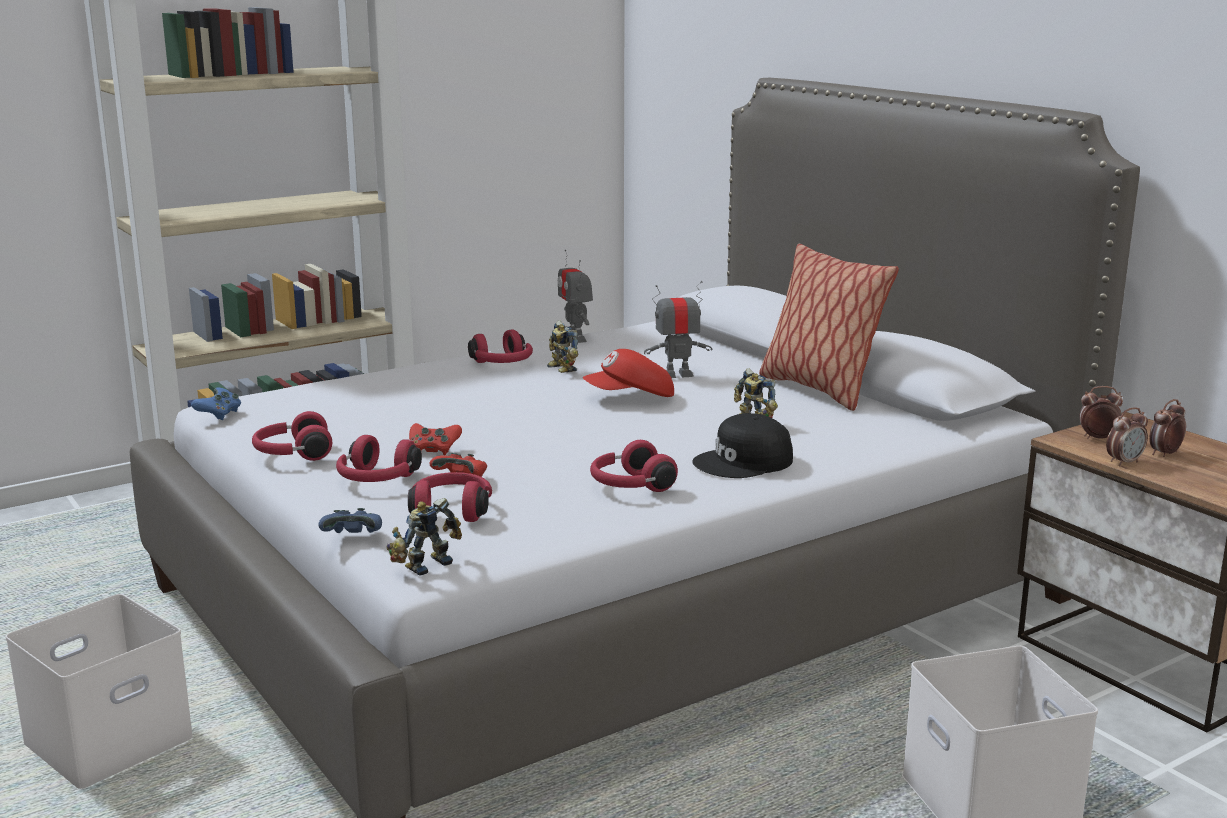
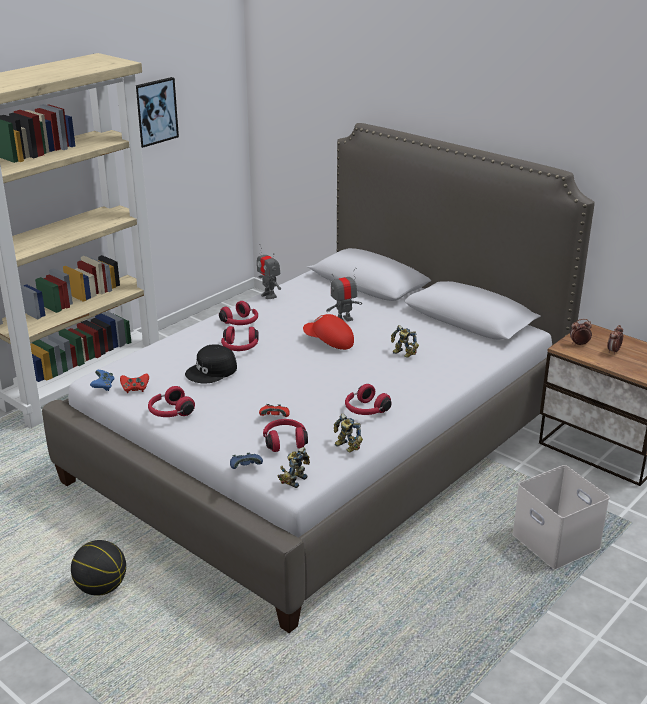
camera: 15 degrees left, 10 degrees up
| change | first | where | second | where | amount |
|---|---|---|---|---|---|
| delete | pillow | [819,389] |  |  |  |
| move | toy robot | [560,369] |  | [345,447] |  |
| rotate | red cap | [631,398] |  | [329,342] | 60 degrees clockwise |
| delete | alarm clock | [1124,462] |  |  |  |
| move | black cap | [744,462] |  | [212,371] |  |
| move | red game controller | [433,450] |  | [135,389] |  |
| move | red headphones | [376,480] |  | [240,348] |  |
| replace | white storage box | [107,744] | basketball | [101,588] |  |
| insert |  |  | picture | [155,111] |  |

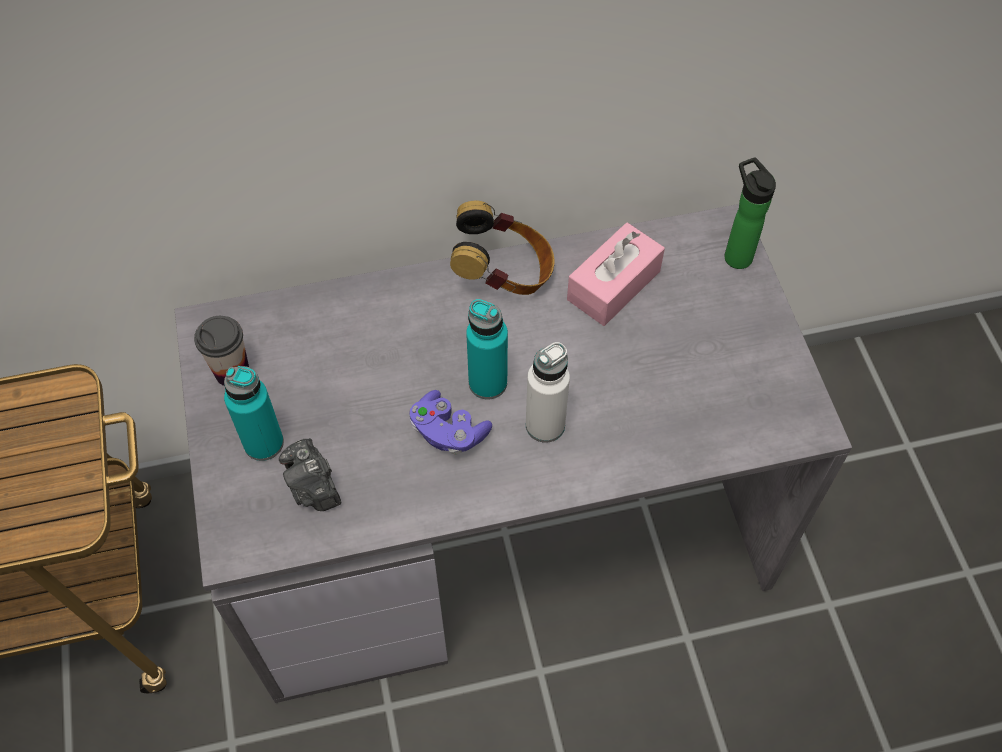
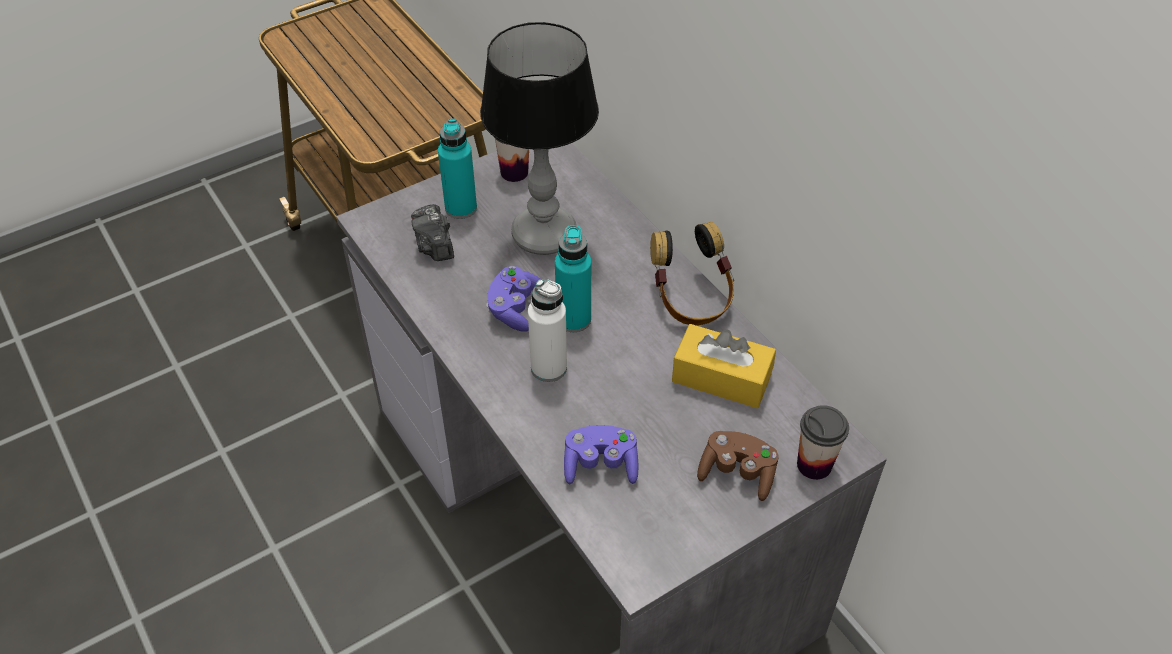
camera: 70 degrees right, 10 degrees down
| change | first | where | second | where | amount |
|---|---|---|---|---|---|
| replace | bottle | [735,254] | cup | [814,465] |  |
| recolor | pink tissue box | [613,285] | yellow tissue box | [721,378] |  |
| rotate | photo camera | [313,487] |  | [434,246] | 60 degrees counterclockwise |
| insert |  |  | table lamp | [545,236] |  |
| insert |  |  | purple game controller | [600,465] |  |
| insert |  |  | brown game controller | [737,473] |  |

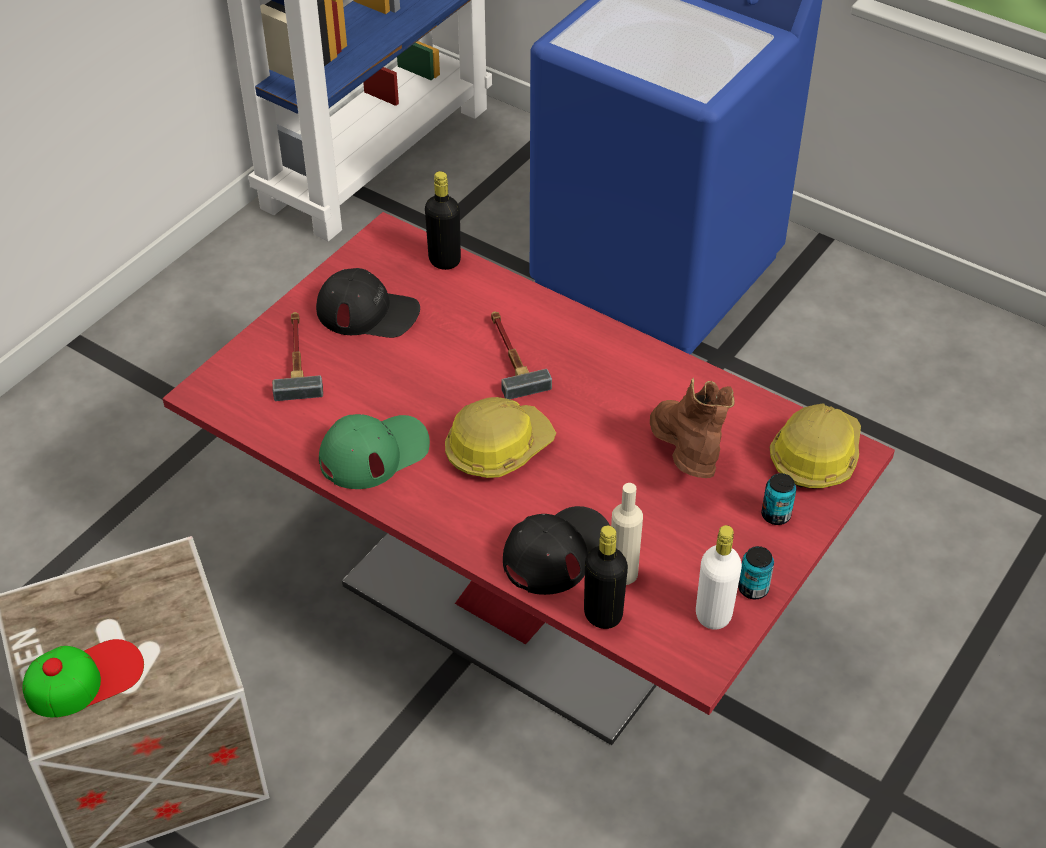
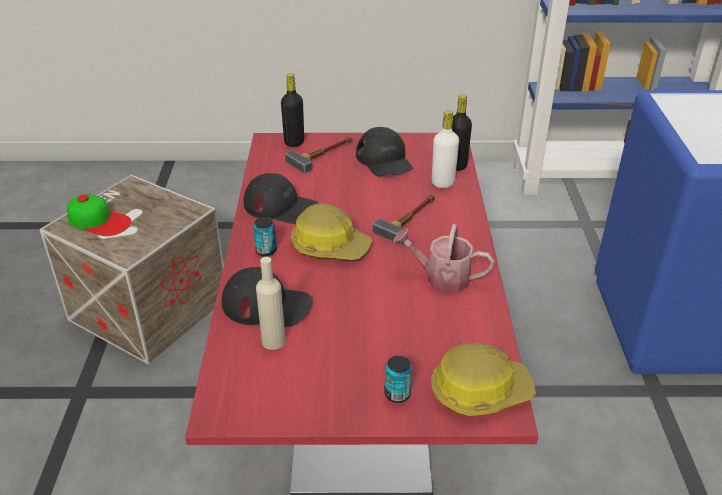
camera: 55 degrees right, 10 degrees down
| change | first | where | second | where | amount |
|---|---|---|---|---|---|
| delete | brown boot | [686,459] |  |  |  |
| recolor | green cap | [374,452] | black cap | [280,206] |  |
| move | white bottle | [713,615] |  | [443,183] |  |
| move | black bottle | [603,615] |  | [294,142] |  |
| move | can | [753,588] |  | [266,251] |  |
| insert |  |  | watering can | [441,278] |  |

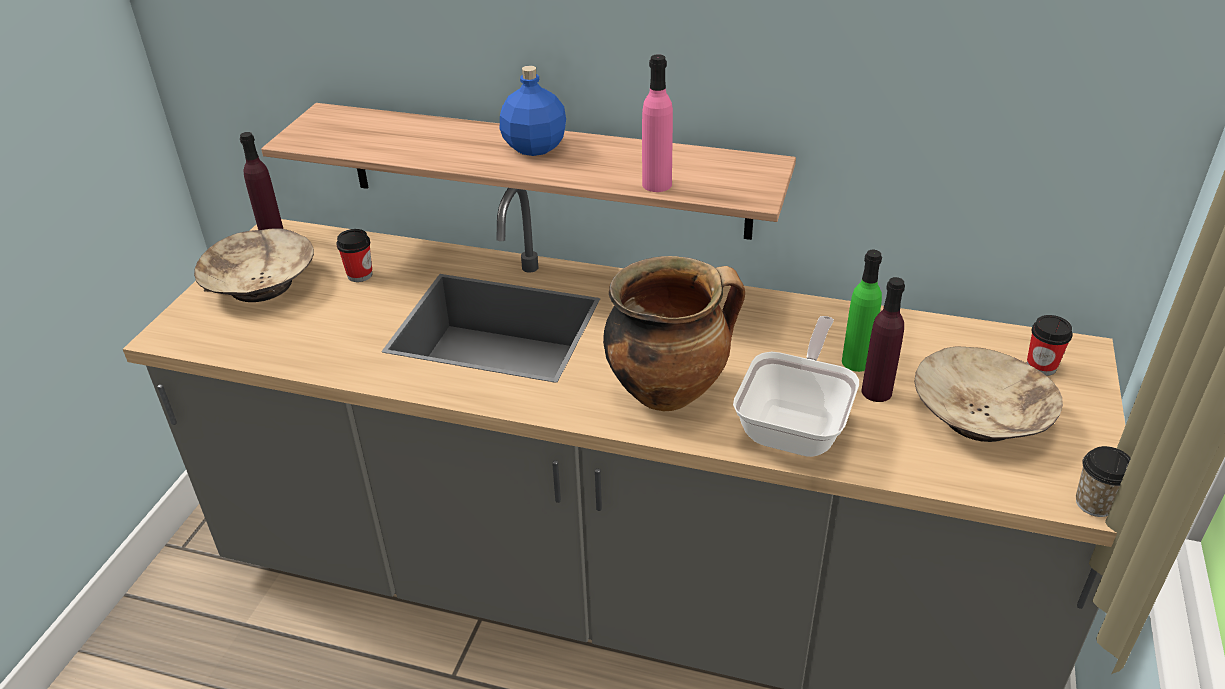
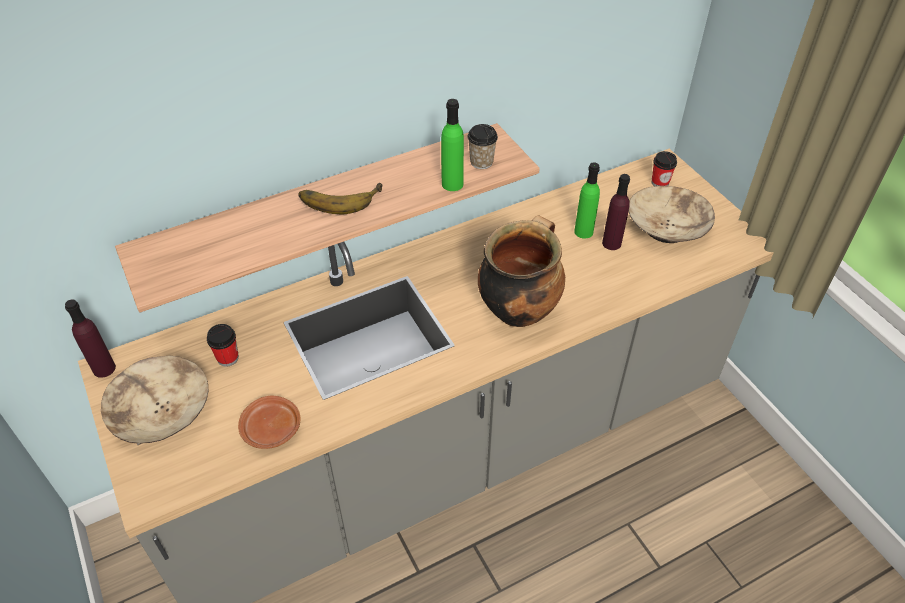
camera: 45 degrees left, 10 degrees up
| change | first | where | second | where | amount |
|---|---|---|---|---|---|
| recolor | pink bottle | [657,184] | green bottle | [452,184] |  |
| replace | blue bottle | [534,147] | banana | [339,197] |  |
| delete | frying pan | [797,424] |  |  |  |
| move | cup | [1094,503] |  | [481,162] |  |
| insert |  |  | brown plate | [271,429] |  |

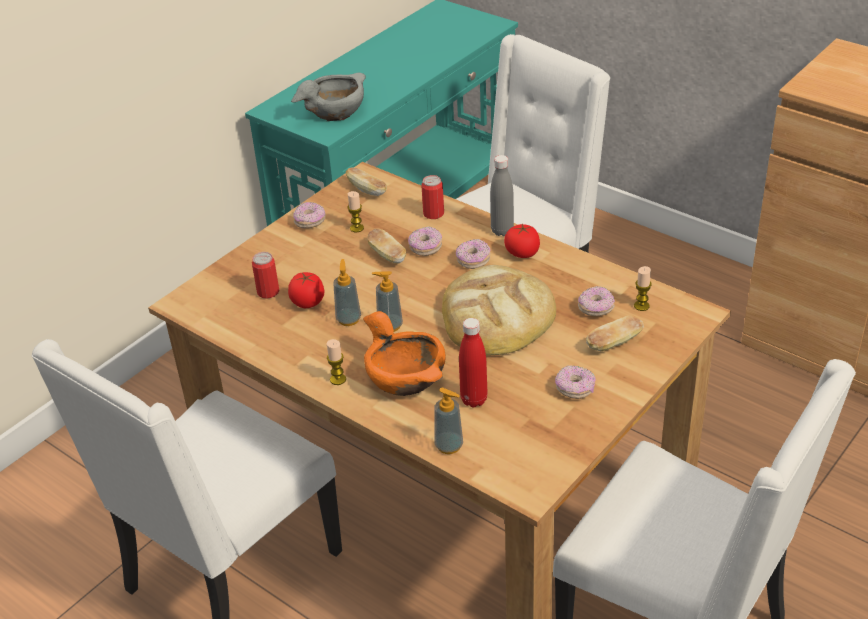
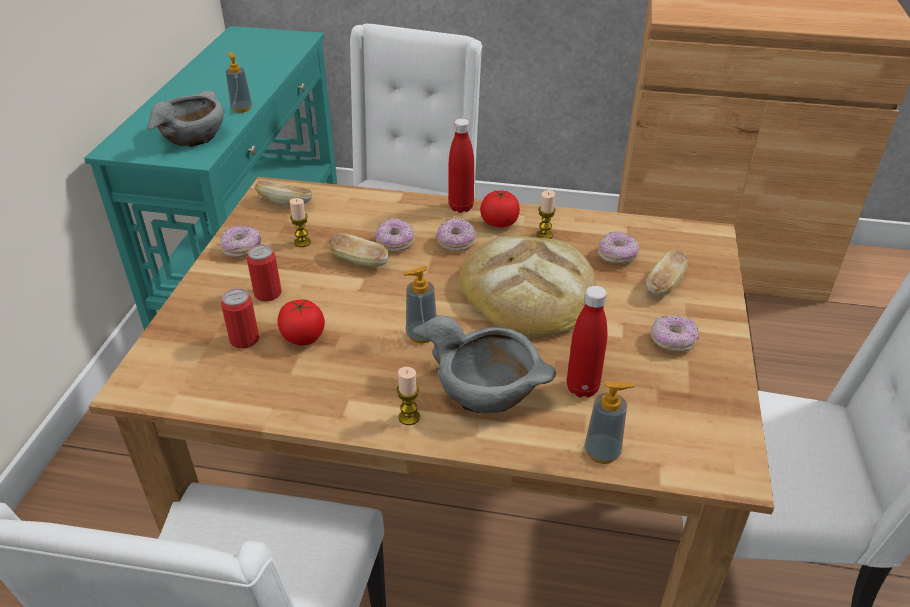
camera: 30 degrees left, 0 degrees up
| change | first | where | second | where | amount |
|---|---|---|---|---|---|
| recolor | grey bottle | [502,231] | red bottle | [461,207] |  |
| move | can | [433,214] |  | [268,293] |  |
| move | soap dispenser | [348,319] |  | [241,108] |  |
| move | candle | [641,306] |  | [544,235] |  |
| recolor | orange bowl | [406,378] | grey bowl | [488,388] |  |

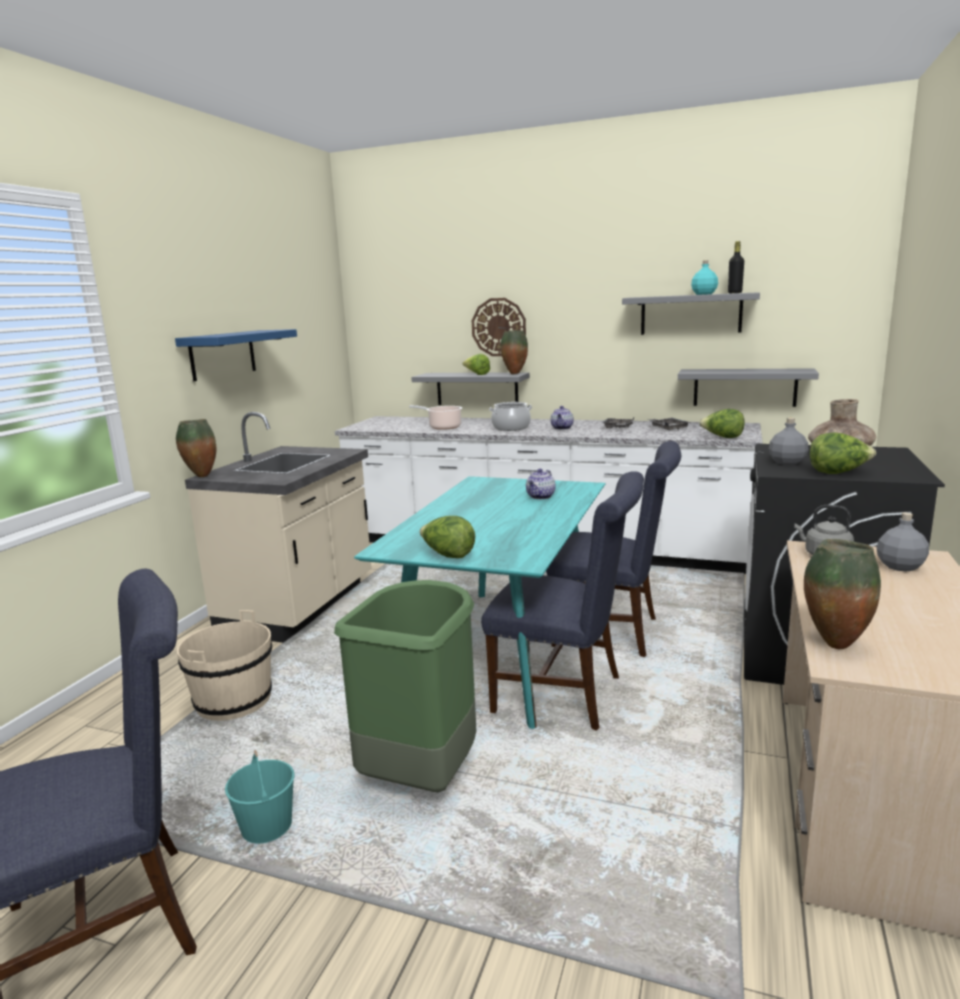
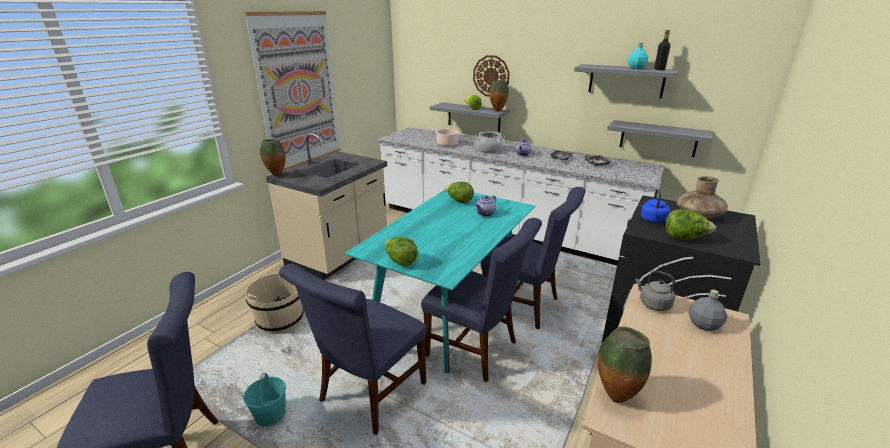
camera: 10 degrees right, 10 degrees up
| change | first | where | second | where | amount |
|---|---|---|---|---|---|
| replace | blue shelf | [222,354] | picture | [298,91] |  |
| move | lettuce | [722,437] |  | [459,201] |  |
| replace | grey bottle | [787,462] | blue kettle | [653,220] |  |
| replace | green trash can | [421,776] | blue chair | [368,396] |  |

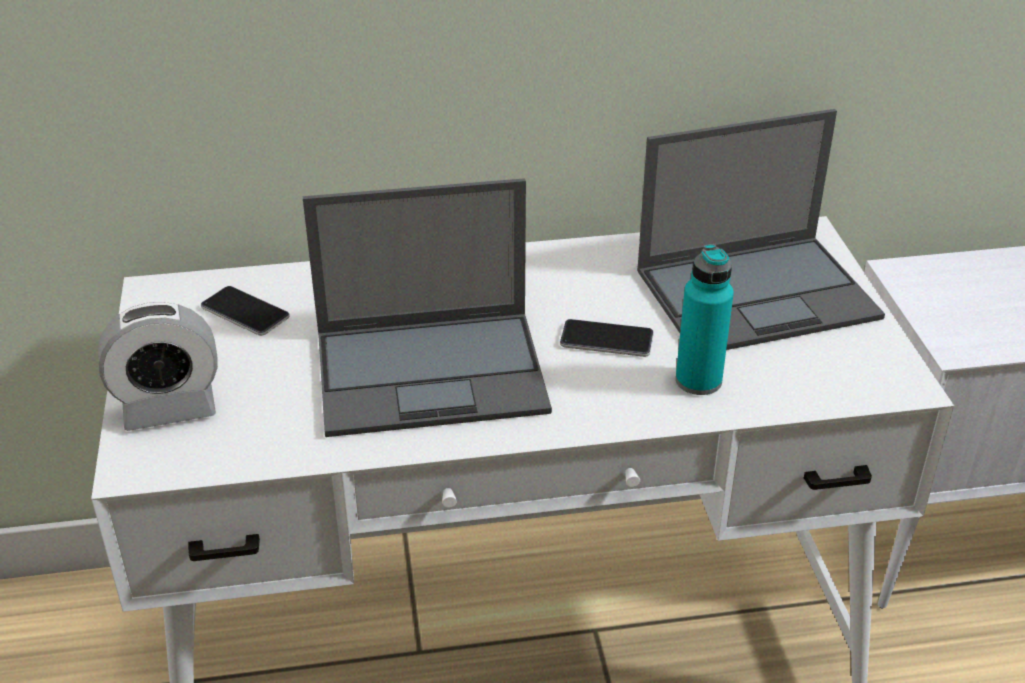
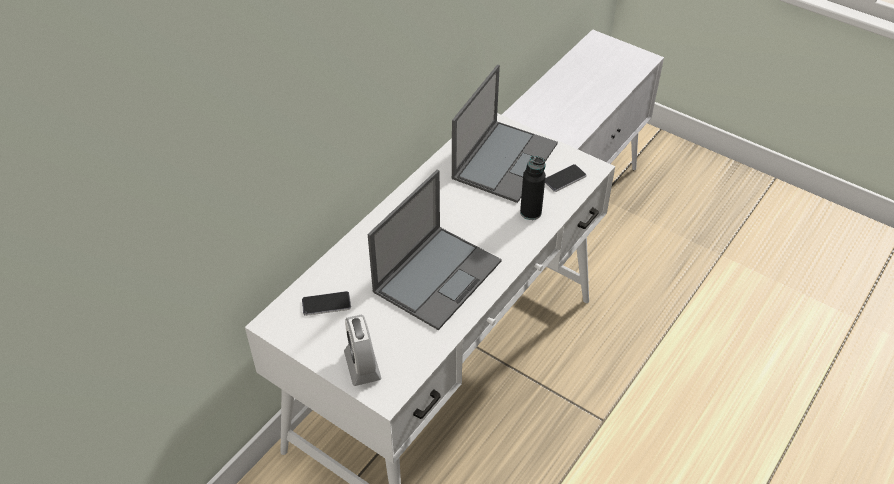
camera: 45 degrees left, 10 degrees up
| change | first | where | second | where | amount |
|---|---|---|---|---|---|
| recolor | turquoise bottle | [698,381] | black bottle | [530,212] |  |
| rotate | alarm clock | [169,409] |  | [362,365] | 135 degrees clockwise |
| move | phone | [606,340] |  | [564,178] |  |

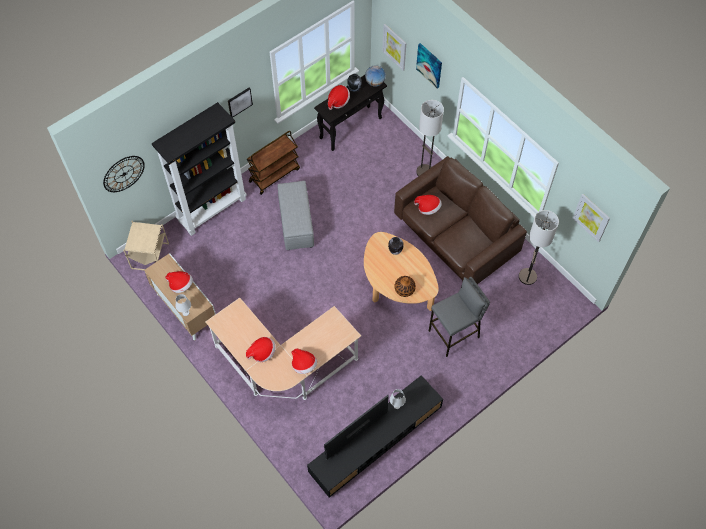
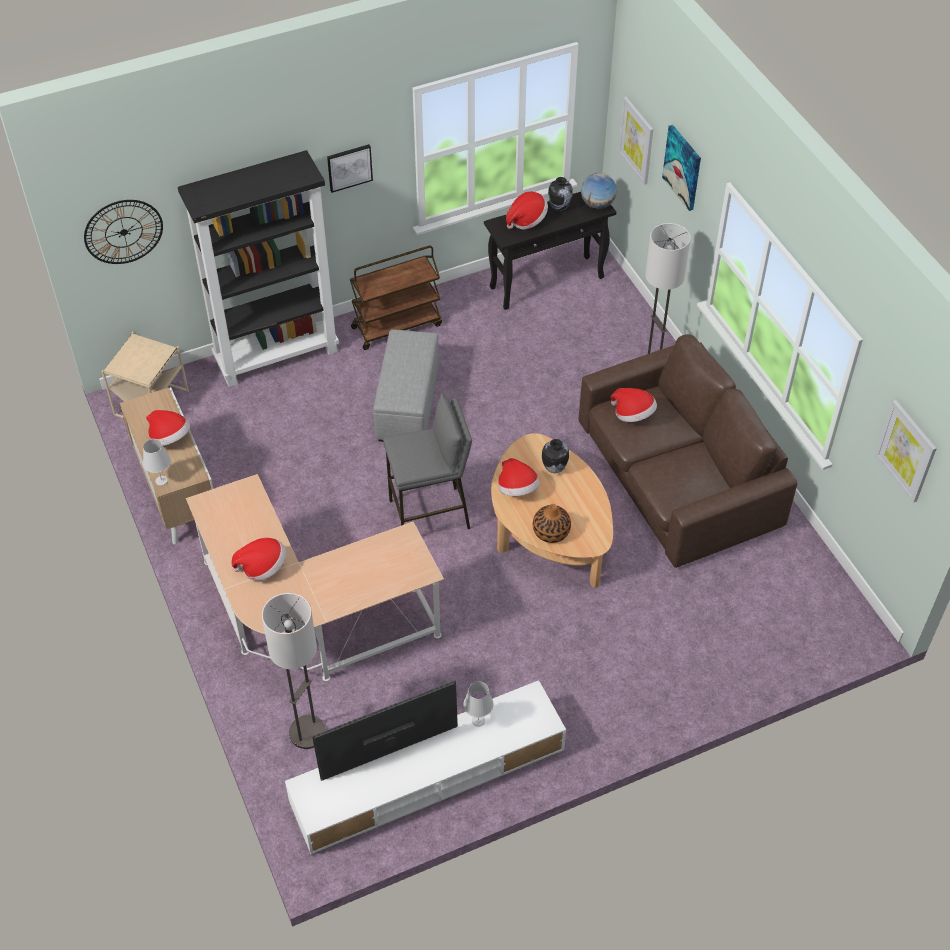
camera: 15 degrees right, 10 degrees down
| change | first | where | second | where | amount |
|---|---|---|---|---|---|
| move | floor lamp | [527,276] |  | [307,733] |  |
| move | grey stool | [454,334] |  | [430,515] |  |
| move | hat | [304,365] |  | [517,489] |  |
| recolor | black tv stand | [375,439] | white tv stand | [427,777] |  |

